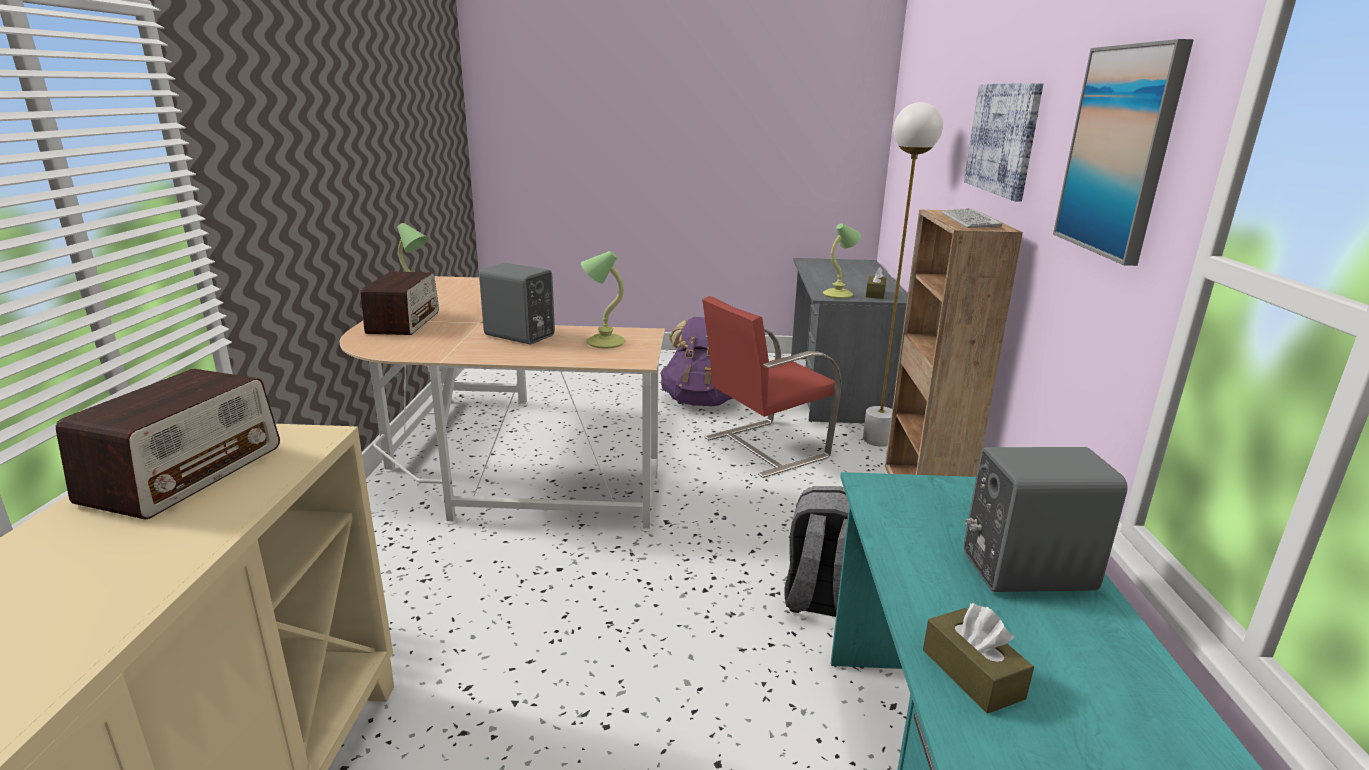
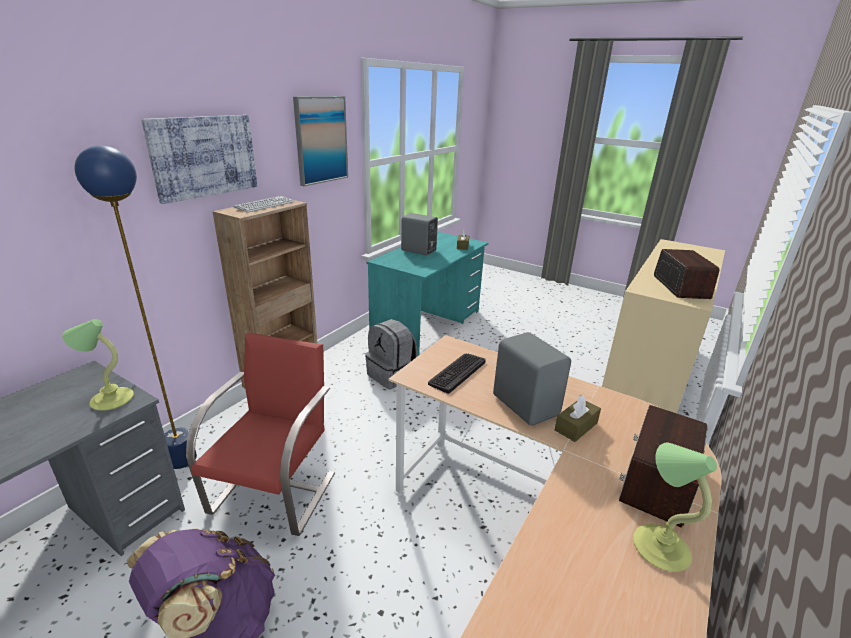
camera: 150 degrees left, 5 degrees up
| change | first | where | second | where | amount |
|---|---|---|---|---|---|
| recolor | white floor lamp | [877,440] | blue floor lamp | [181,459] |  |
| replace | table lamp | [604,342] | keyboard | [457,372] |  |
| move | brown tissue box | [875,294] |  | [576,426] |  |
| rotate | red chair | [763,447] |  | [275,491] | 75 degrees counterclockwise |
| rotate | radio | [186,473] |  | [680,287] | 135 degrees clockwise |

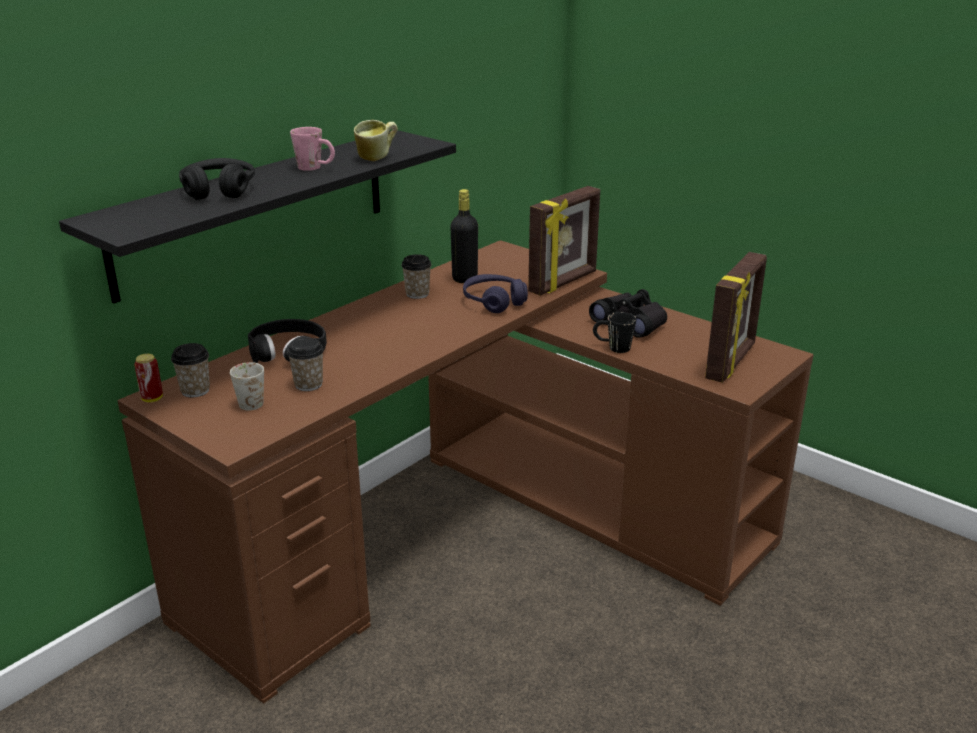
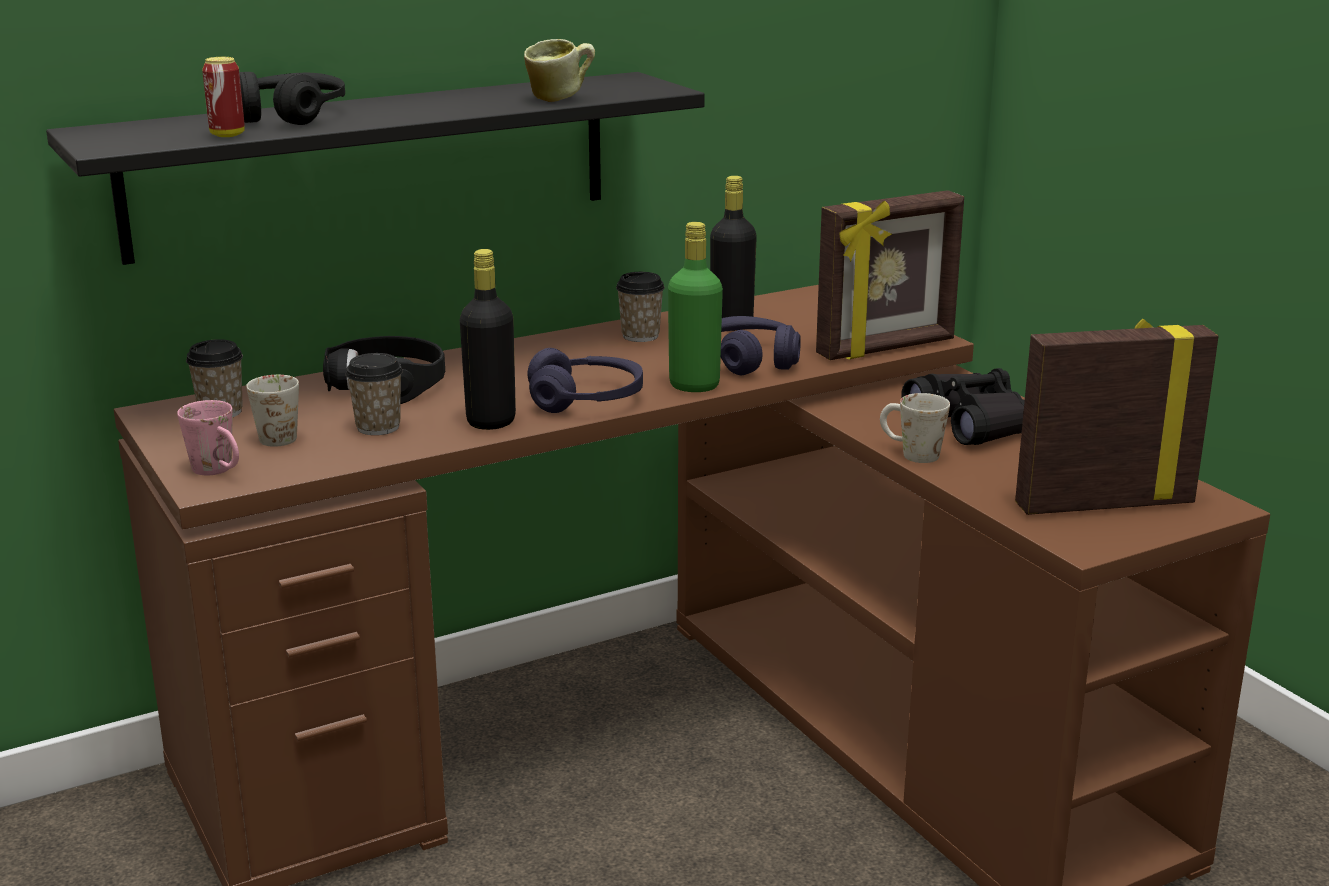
camera: 20 degrees right, 5 degrees down
| change | first | where | second | where | amount |
|---|---|---|---|---|---|
| move | pink mug | [316,168] |  | [219,471] |  |
| rotate | picture frame | [731,362] |  | [1103,503] | 150 degrees counterclockwise |
| recolor | black mug | [612,347] | white mug | [910,453] |  |
| move | can | [152,399] |  | [227,135] |  |
| insert |  |  | green bottle | [694,385] |  |
| insert |  |  | black bottle | [491,421] |  |
| insert |  |  | purple headphones | [586,400] |  |

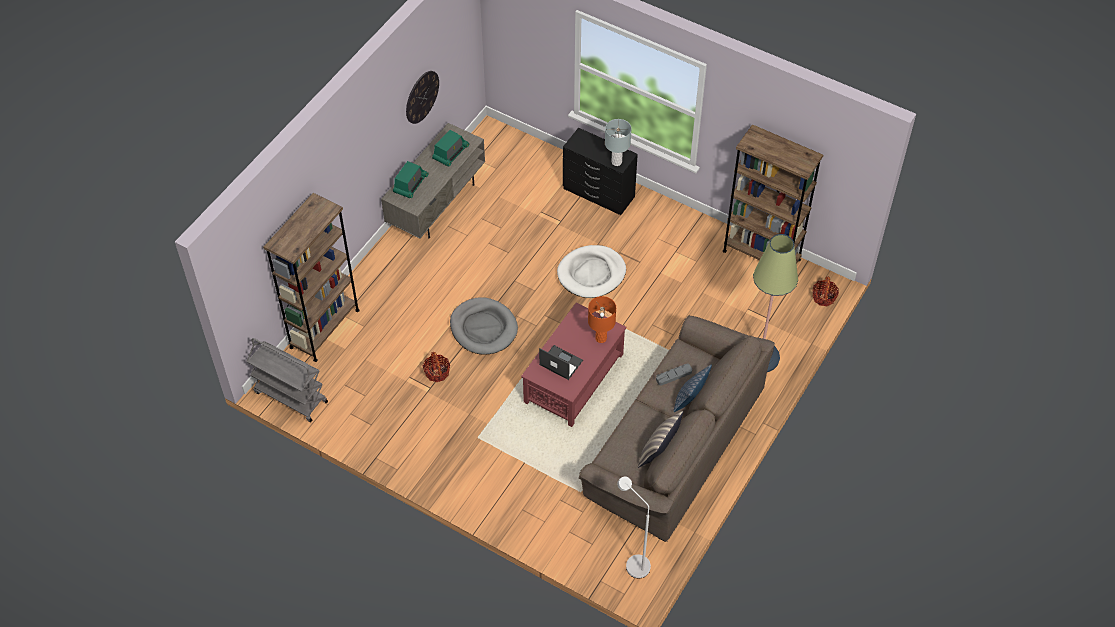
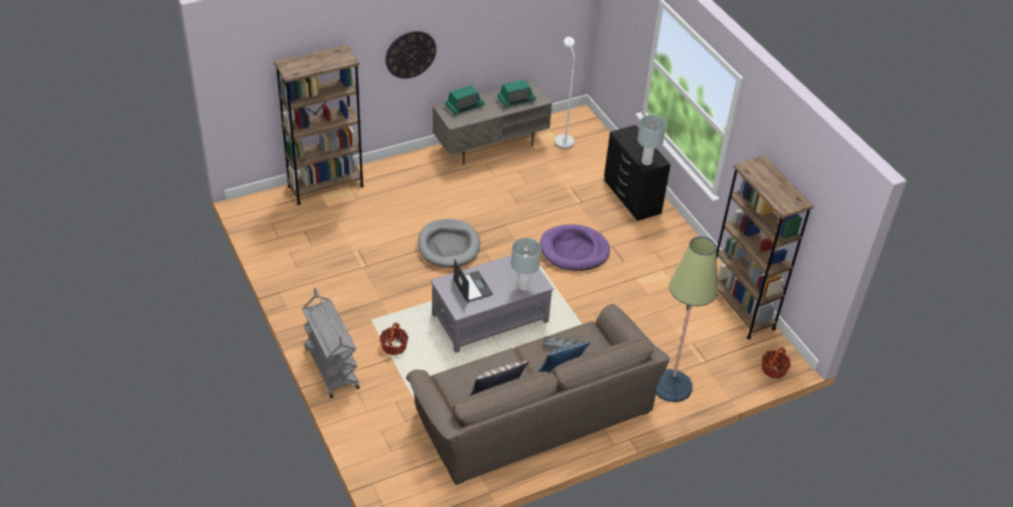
camera: 30 degrees right, 10 degrees down
| change | first | where | second | where | amount |
|---|---|---|---|---|---|
| move | wall clock | [422,97] |  | [410,54] |  |
| recolor | white dog bed | [591,274] | purple dog bed | [574,250] |  |
| recolor | orange table lamp | [600,338] | grey table lamp | [523,286] |  |
| recolor | red coffee table | [573,378] | grey coffee table | [489,318] |  |
| move | grey cart | [290,397] |  | [331,367] |  |
| move | basket | [437,372] |  | [394,346] |  |
| move | white floor lamp | [633,562] |  | [563,139] |  |

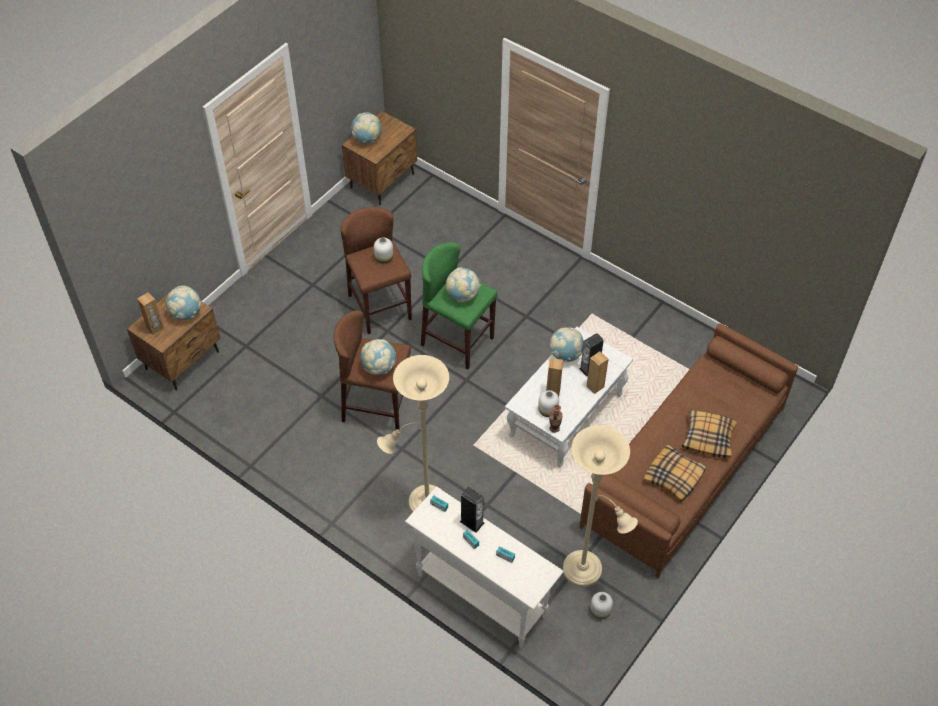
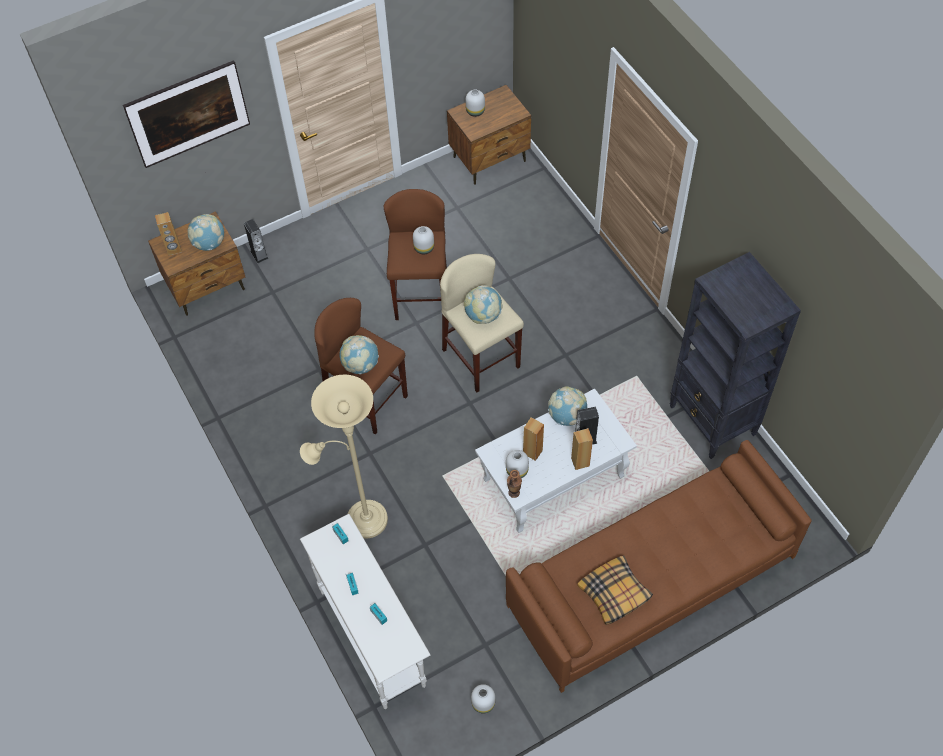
camera: 25 degrees right, 5 degrees up
| change | first | where | second | where | amount |
|---|---|---|---|---|---|
| replace | globe | [367,139] | white vase | [475,112] |  |
| recolor | green stool | [457,341] | beige stool | [481,358] |  |
| delete | pillow | [708,438] |  |  |  |
| delete | beige floor lamp | [587,572] |  |  |  |
| move | speaker | [472,522] |  | [259,254] |  |
| insert |  |  | picture | [192,129] |  |
| insert |  |  | black bookcase | [712,421] |  |

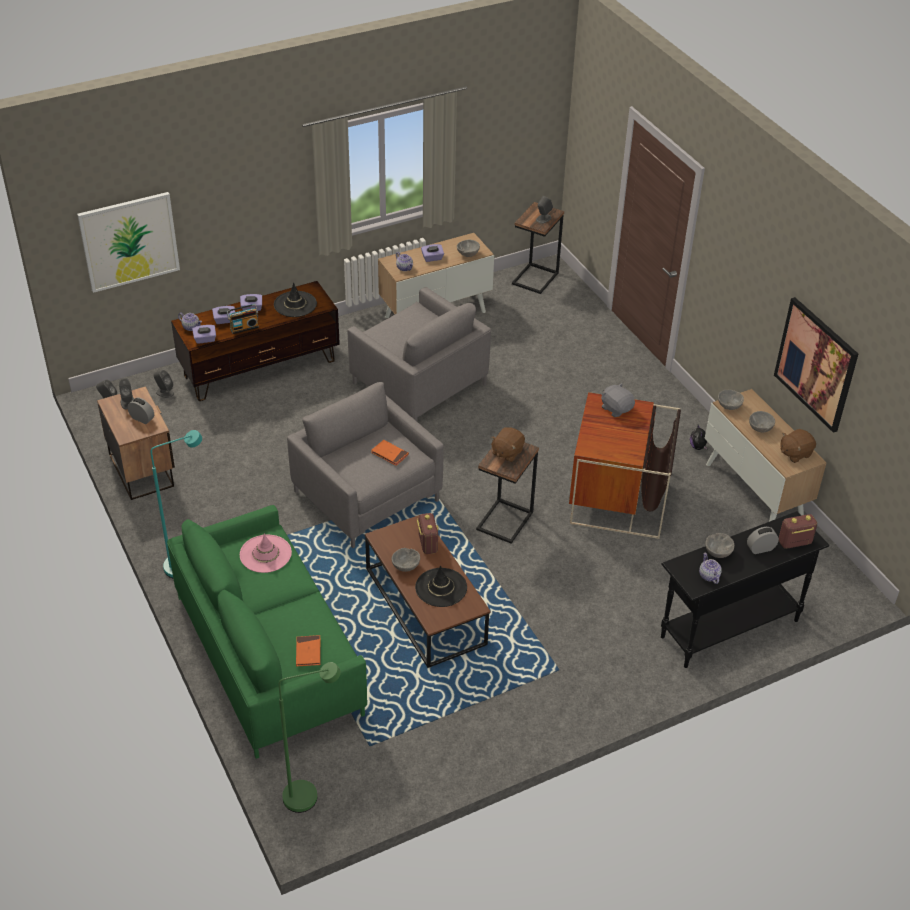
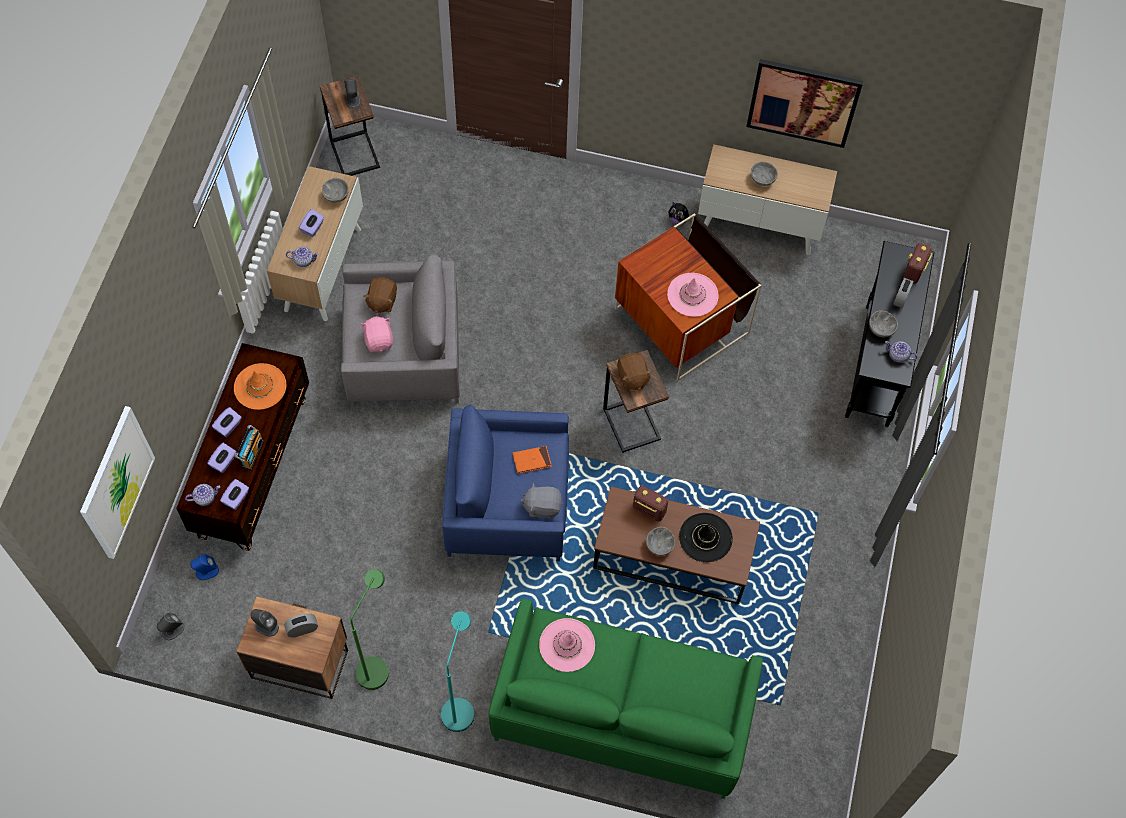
camera: 50 degrees left, 20 degrees up
| change | first | where | second | where | amount |
|---|---|---|---|---|---|
| recolor | black hat | [295,304] | orange hat | [260,387] |  |
| recolor | grey speaker | [164,392] | blue speaker | [207,571] |  |
| recolor | grey armchair | [367,496] | blue armchair | [507,503] |  |
| move | grey plush toy | [616,409] |  | [542,506] |  |
| delete | grey bowl | [729,406] |  |  |  |
| move | brown plush toy | [795,453] |  | [382,301] |  |
| delete | orange book | [308,652] |  |  |  |
| move | green floor lamp | [310,795] |  | [376,665] |  |
| insert |  |  | pink hat | [692,295] |  |
| insert |  |  | pink plush toy | [379,340] |  |

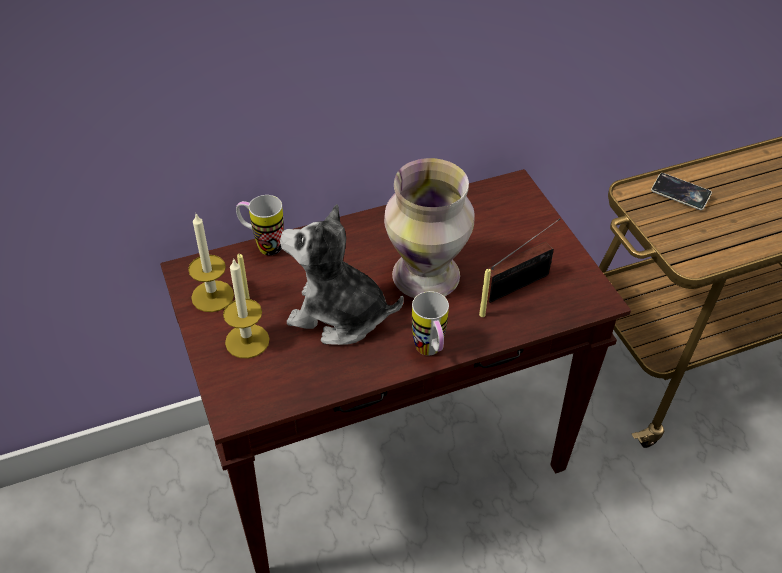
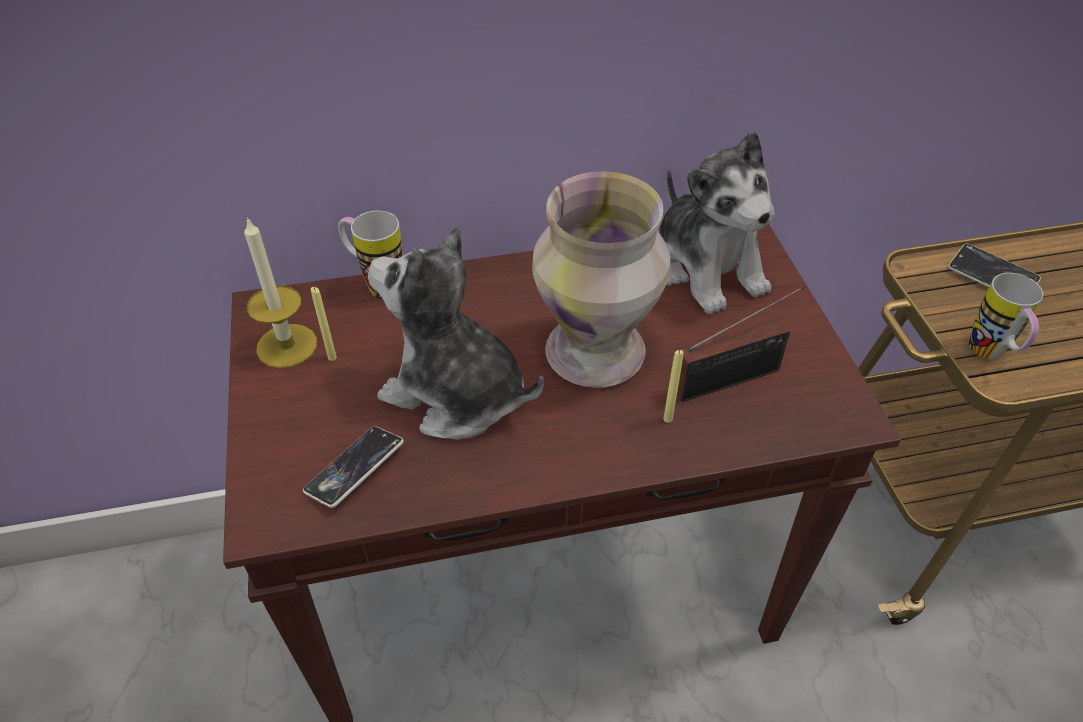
camera: 10 degrees right, 0 degrees up
| change | first | where | second | where | amount |
|---|---|---|---|---|---|
| delete | candle | [247,341] |  |  |  |
| move | mug | [430,352] |  | [991,355] |  |
| insert |  |  | plush toy | [707,268] |  |
| insert |  |  | phone | [355,470] |  |

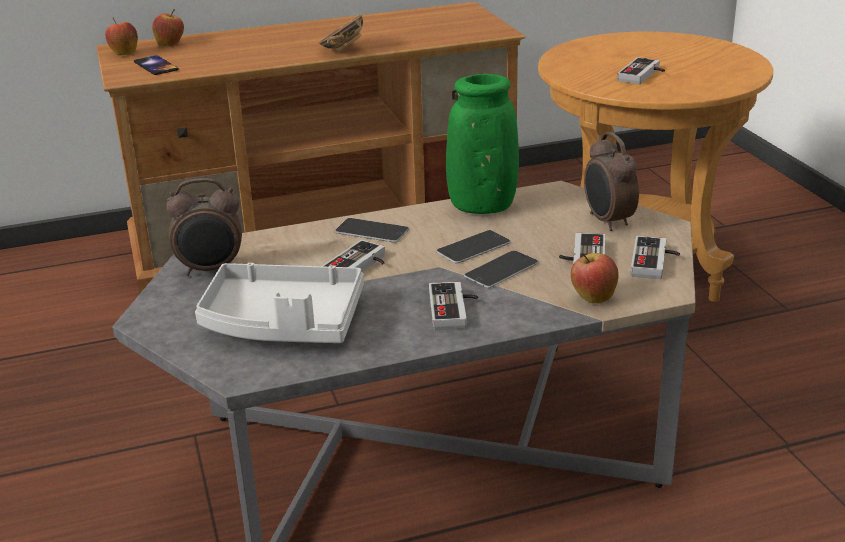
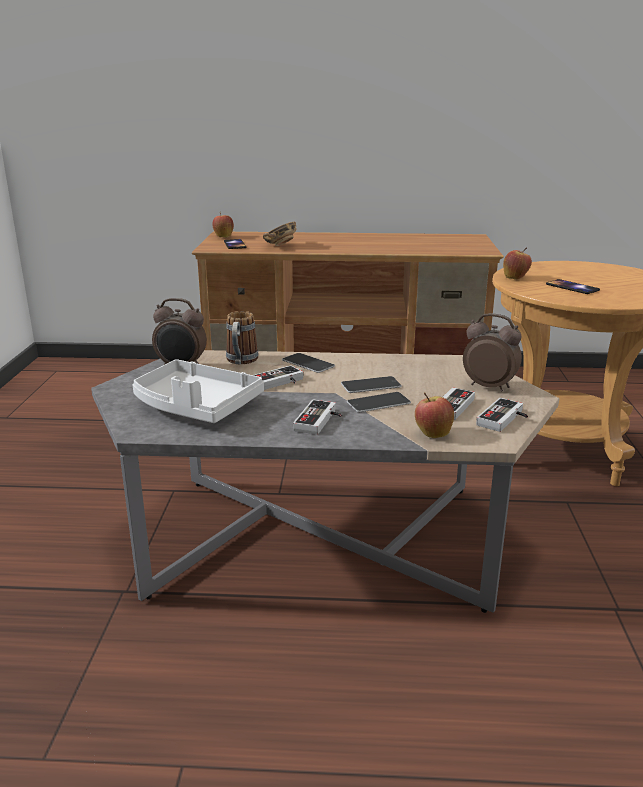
camera: 20 degrees right, 5 degrees down
| change | first | where | second | where | amount |
|---|---|---|---|---|---|
| move | apple | [170,44] |  | [515,278] |  |
| move | bowl | [342,50] |  | [280,246] |  |
| replace | game controller | [644,75] | phone | [572,287] |  |
| delete | green vase | [482,207] |  |  |  |
| rotate | alarm clock | [607,221] |  | [489,386] | 120 degrees clockwise |
| insert |  |  | mug | [240,361] |  |

